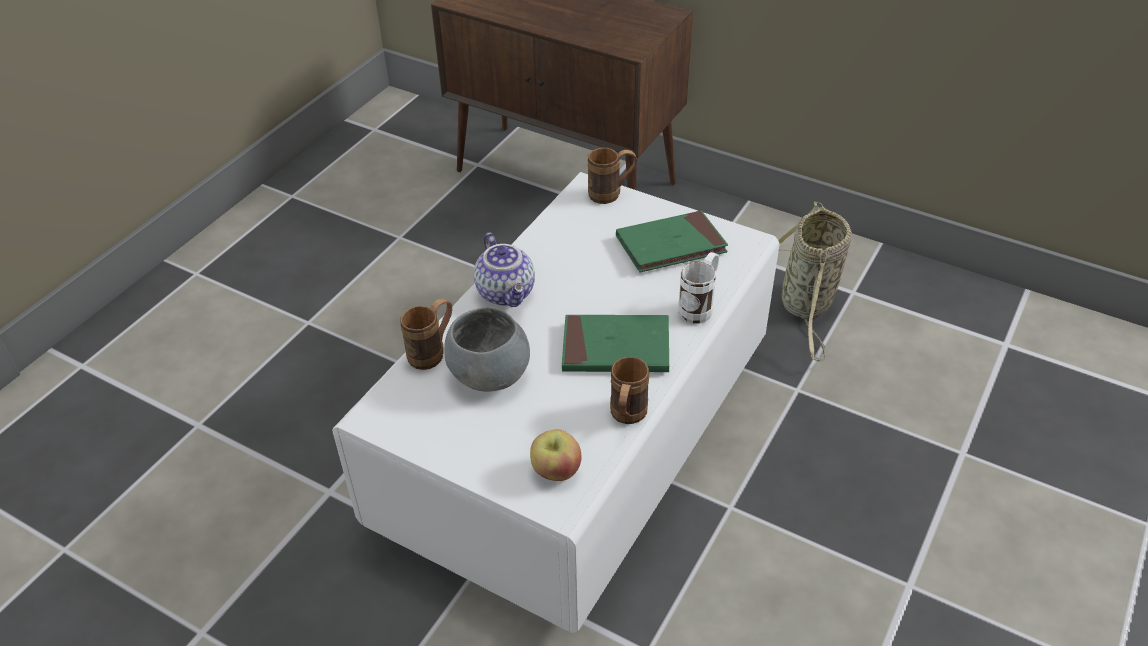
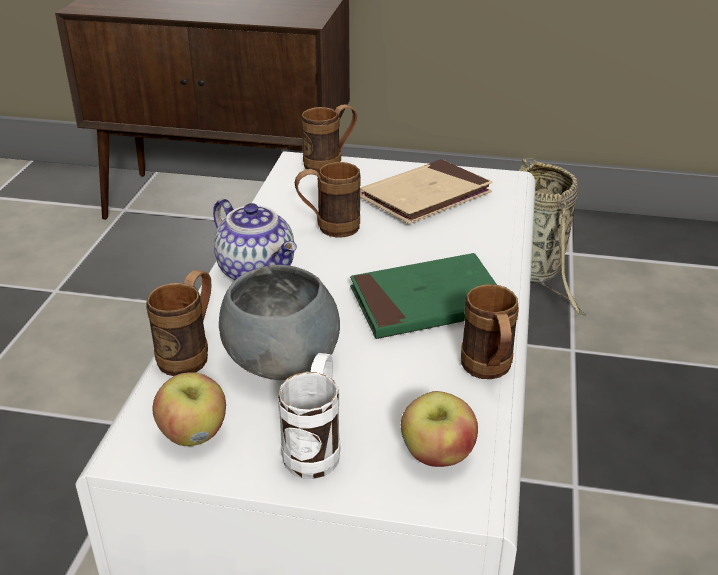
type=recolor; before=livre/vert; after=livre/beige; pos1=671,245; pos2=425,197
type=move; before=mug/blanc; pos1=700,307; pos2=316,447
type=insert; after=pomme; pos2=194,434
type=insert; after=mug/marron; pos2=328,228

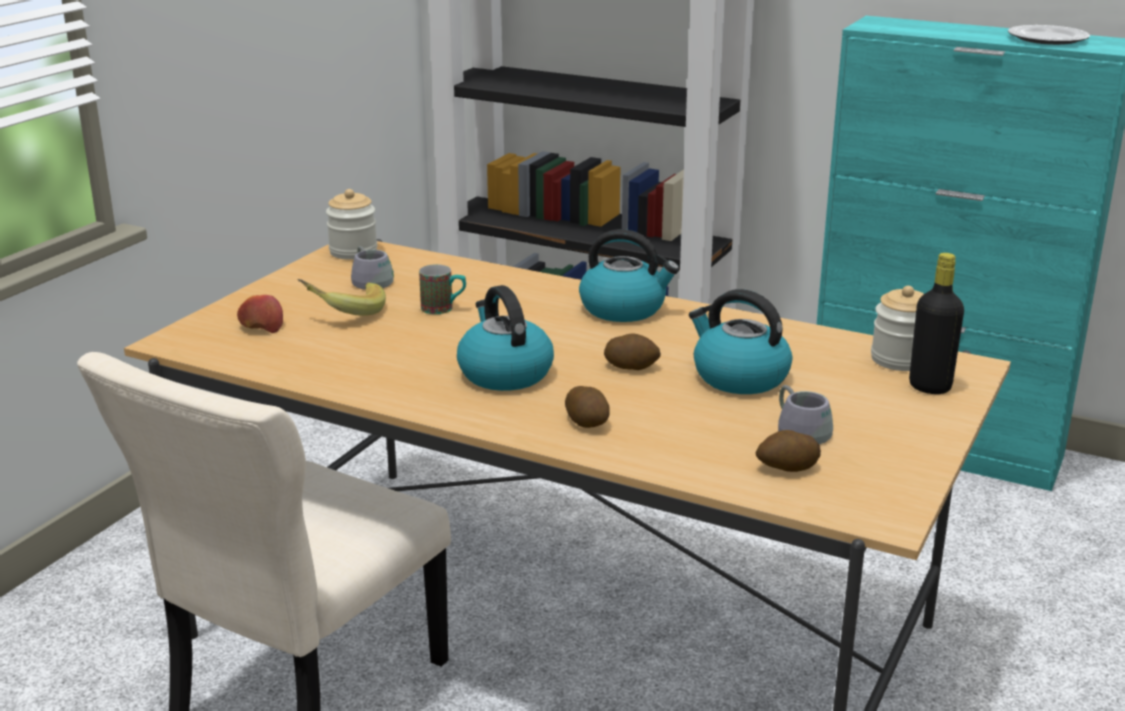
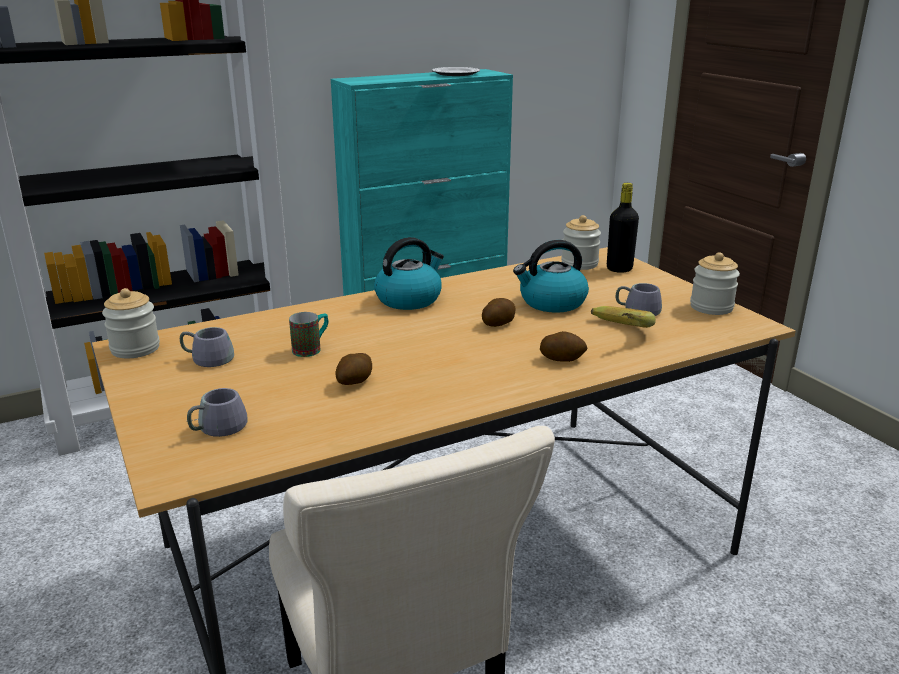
type=replace; before=pomme; after=mug/gris; pos1=261,326; pos2=214,426
type=move; before=banane; pos1=344,312; pos2=617,333
type=delete; before=bouilloire; pos1=504,373
type=move; before=pomme de terre; pos1=787,468; pos2=354,382
type=insert; after=bocal; pos2=711,307

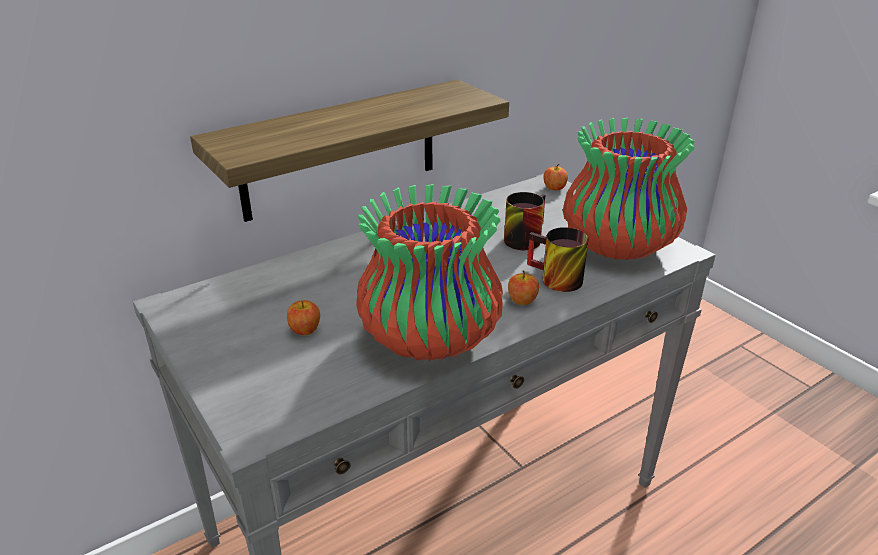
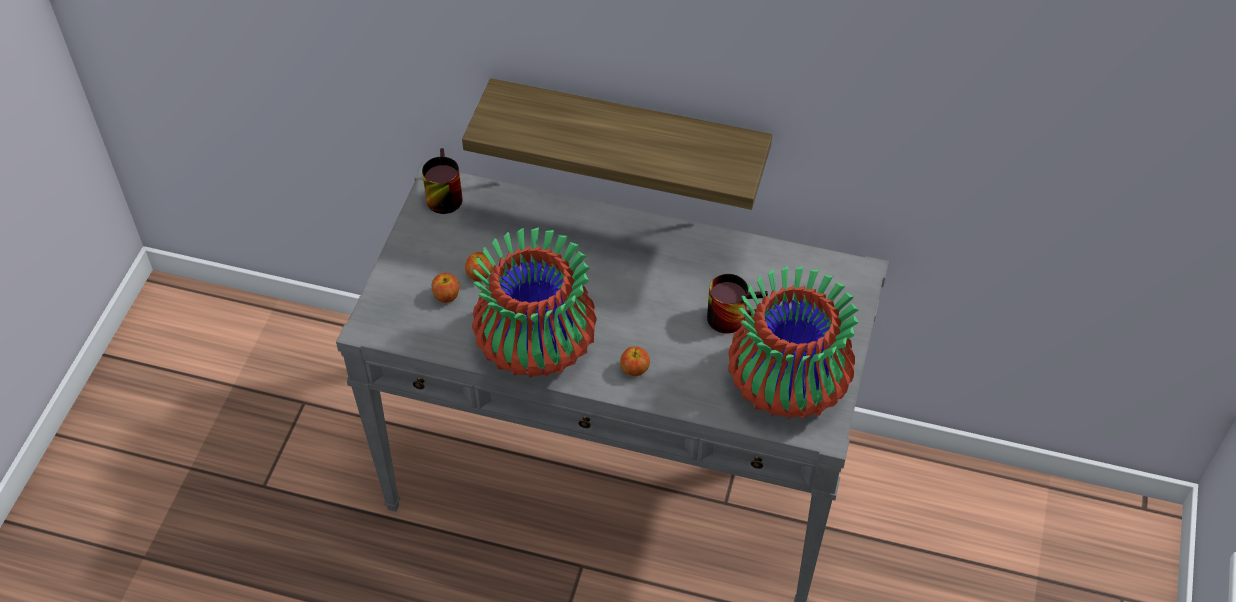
type=move; before=mug; pos1=553,279; pos2=441,195
type=move; before=pomme; pos1=554,188; pos2=446,296

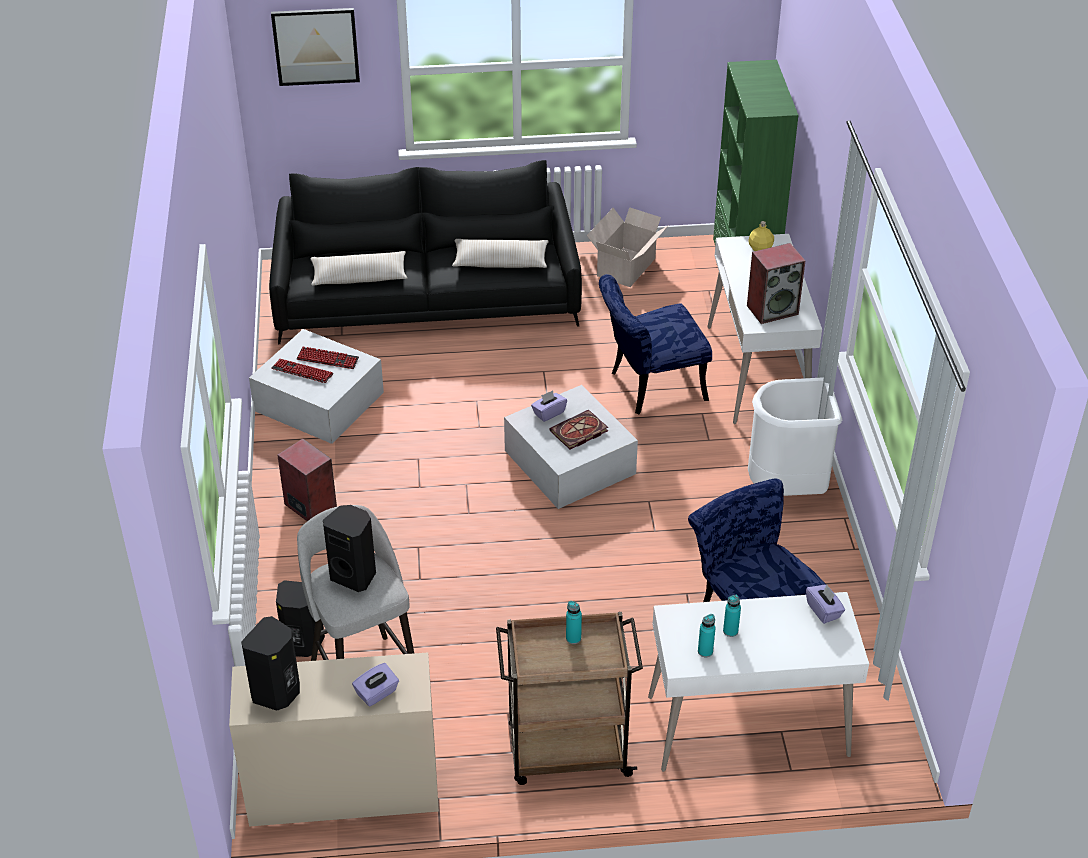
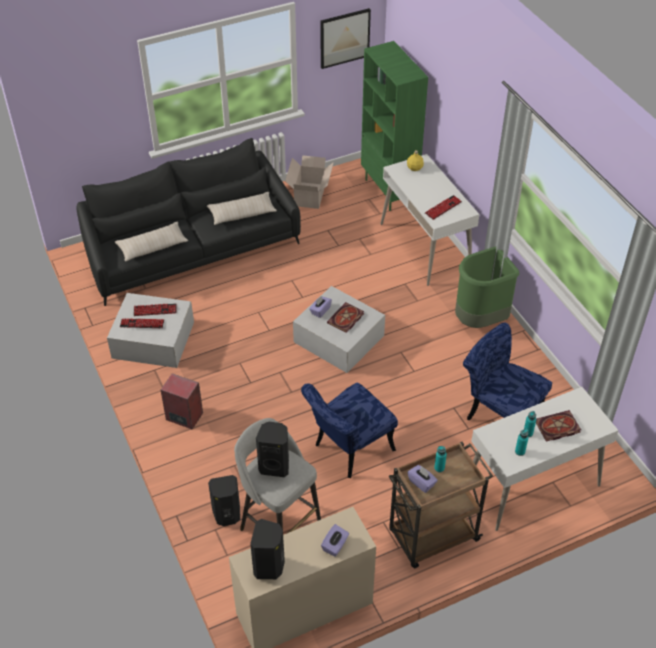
type=move; before=tableau; pos1=316,46; pos2=344,38
type=move; before=chaise/bleu; pos1=649,387; pos2=348,450
type=replace; before=enceinte; after=clavier; pos1=772,309; pos2=443,208
type=recolor; before=poubelle/blanc; after=poubelle/vert; pos1=787,488; pos2=480,320
type=move; before=boîte à mouchoirs/violet; pos1=823,611; pos2=422,483
type=insert; after=livre; pos2=556,427

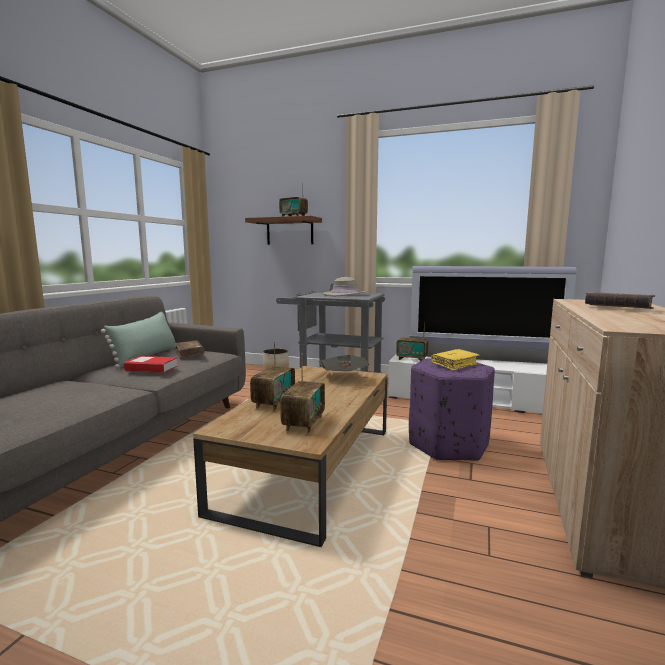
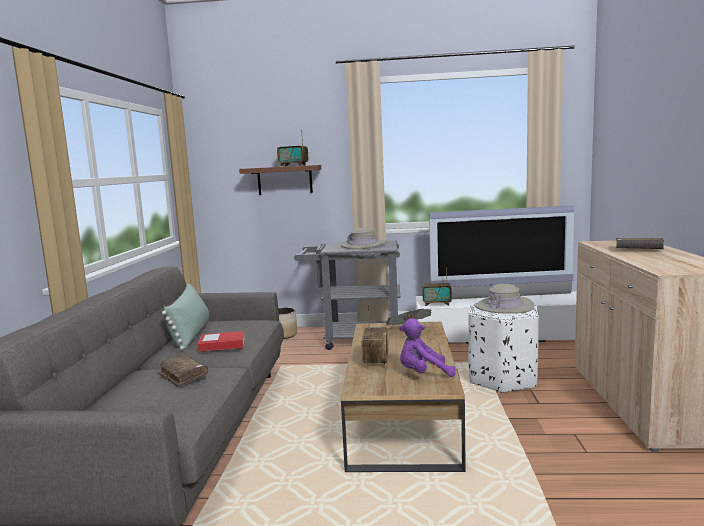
type=move; before=livre/marron; pos1=189,354; pos2=183,376
type=replace; before=radio; after=peluche/violet; pos1=303,423; pos2=423,374
type=recolor; before=pouf/violet; after=pouf/blanc; pos1=449,445; pos2=503,379
type=replace; before=livre/jaune; after=chapeau/beige; pos1=454,365; pos2=504,306

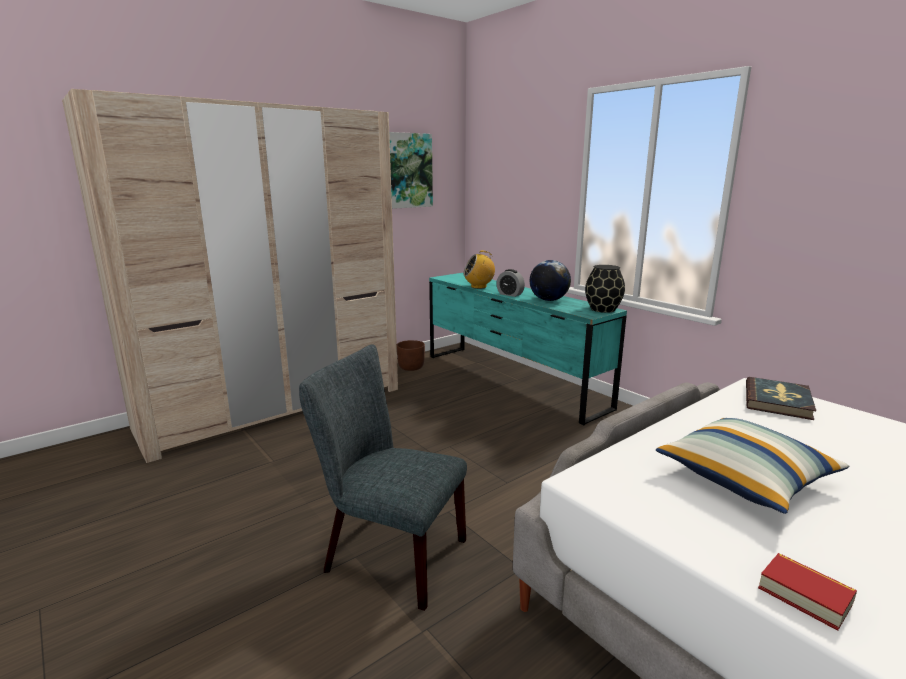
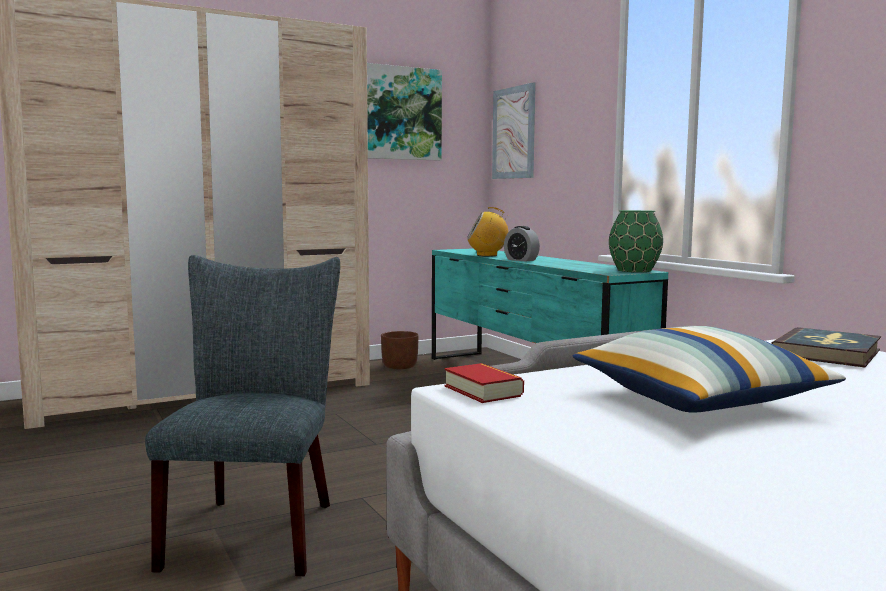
type=rotate; before=chaise/gris; pos1=387,554; pos2=256,529; turn=60
type=delete; before=globe; pos1=548,300
type=recolor; before=vase/noir; after=vase/vert; pos1=602,309; pos2=634,270
type=move; before=livre; pos1=804,596; pos2=483,391
type=insert; after=tableau; pos2=513,133

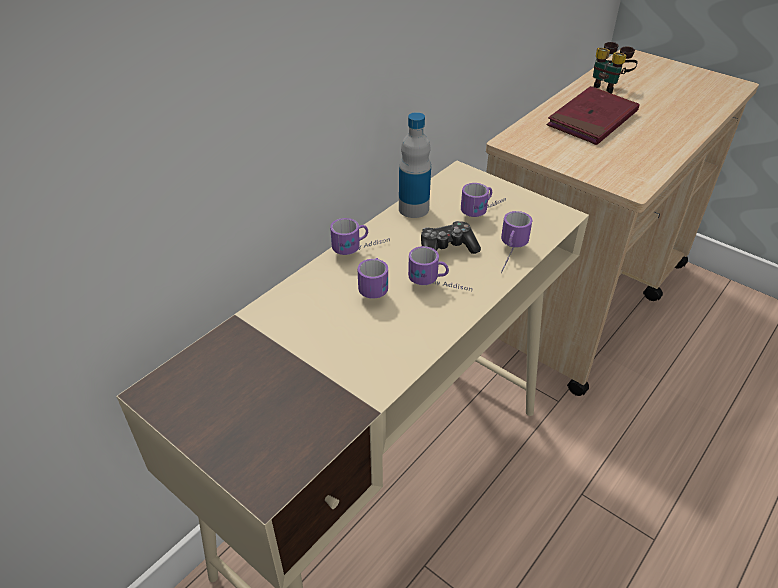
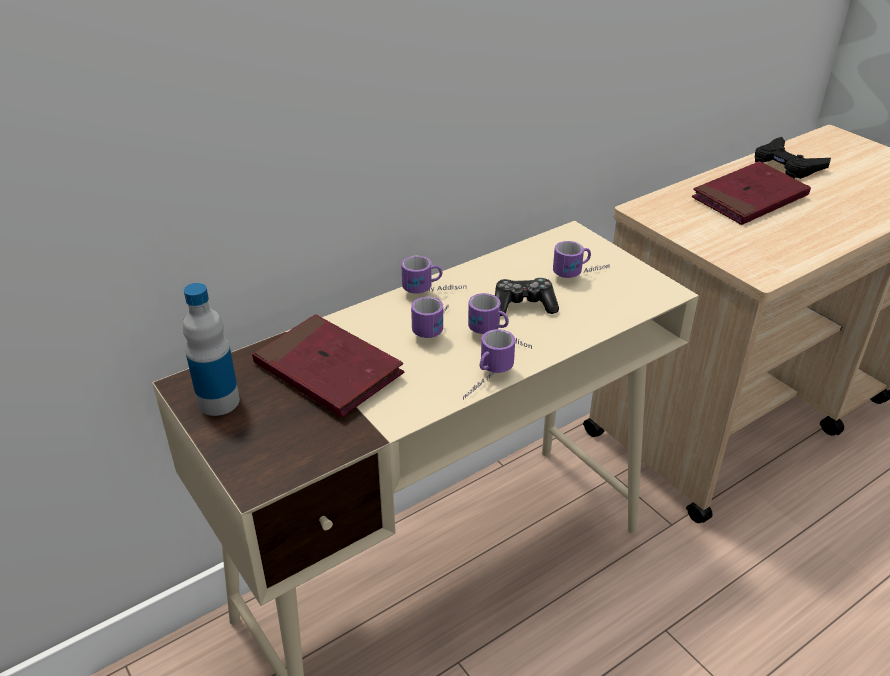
type=move; before=bouteille; pos1=413,209; pos2=218,401
type=move; before=mug; pos1=509,256; pos2=484,381
type=replace; before=jumelles; after=manette/noir; pos1=608,86; pos2=787,165
type=insert; after=livre/rouge; pos2=328,370

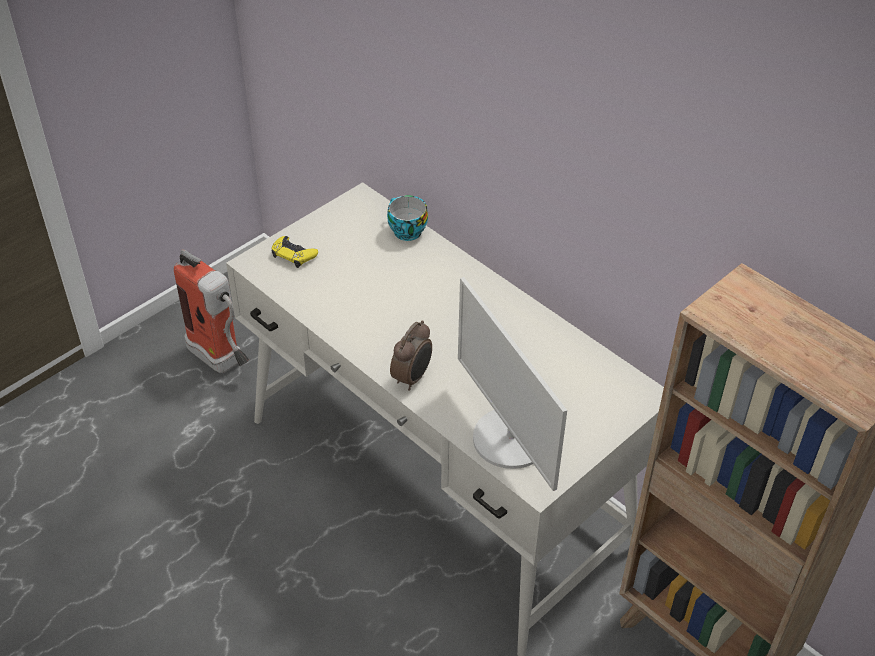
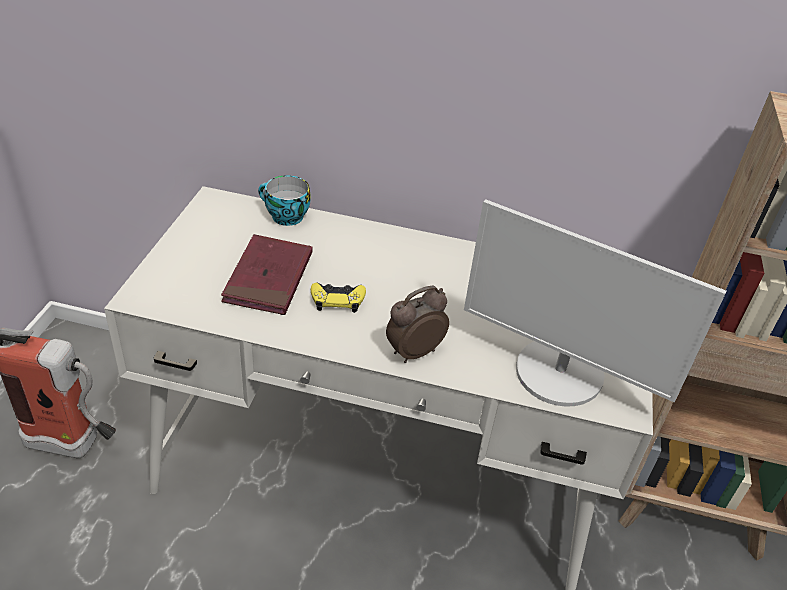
type=move; before=manette/jaune; pos1=293,254; pos2=337,300
type=rotate; before=réveil; pos1=412,377; pos2=413,352; turn=-120
type=insert; after=livre/rouge; pos2=268,278

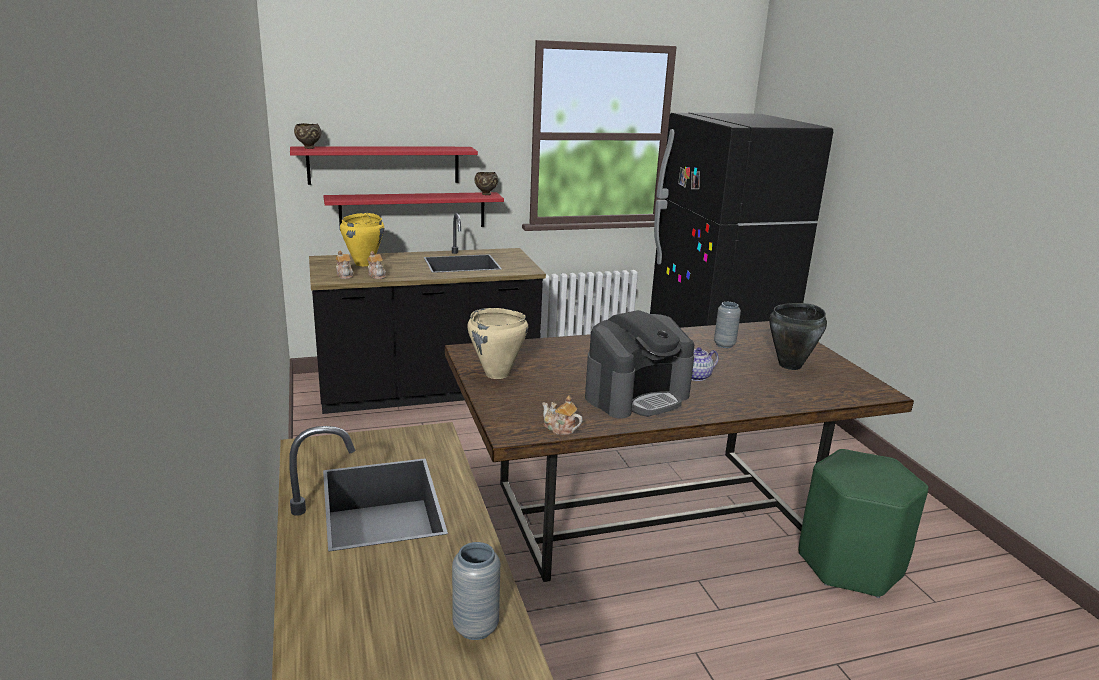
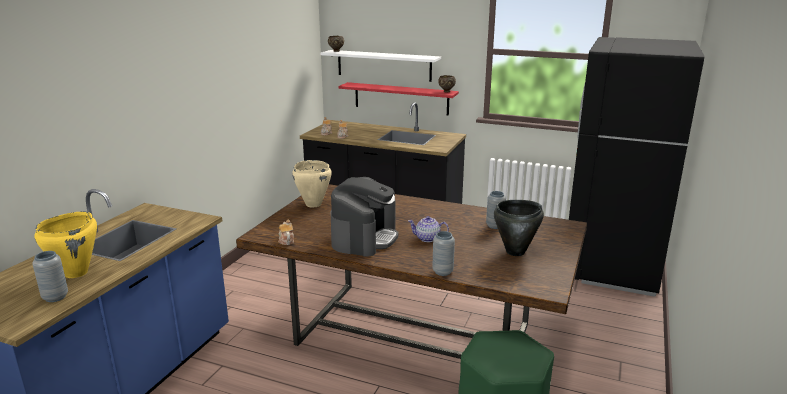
type=recolor; before=étagère/rouge; after=étagère/blanc; pos1=384,165; pos2=383,65
type=move; before=marmite/jaune; pos1=364,264; pos2=77,273
type=rotate; before=machine à café; pos1=636,396; pos2=364,238; turn=-75
type=insert; after=vase/gris; pos2=442,272

